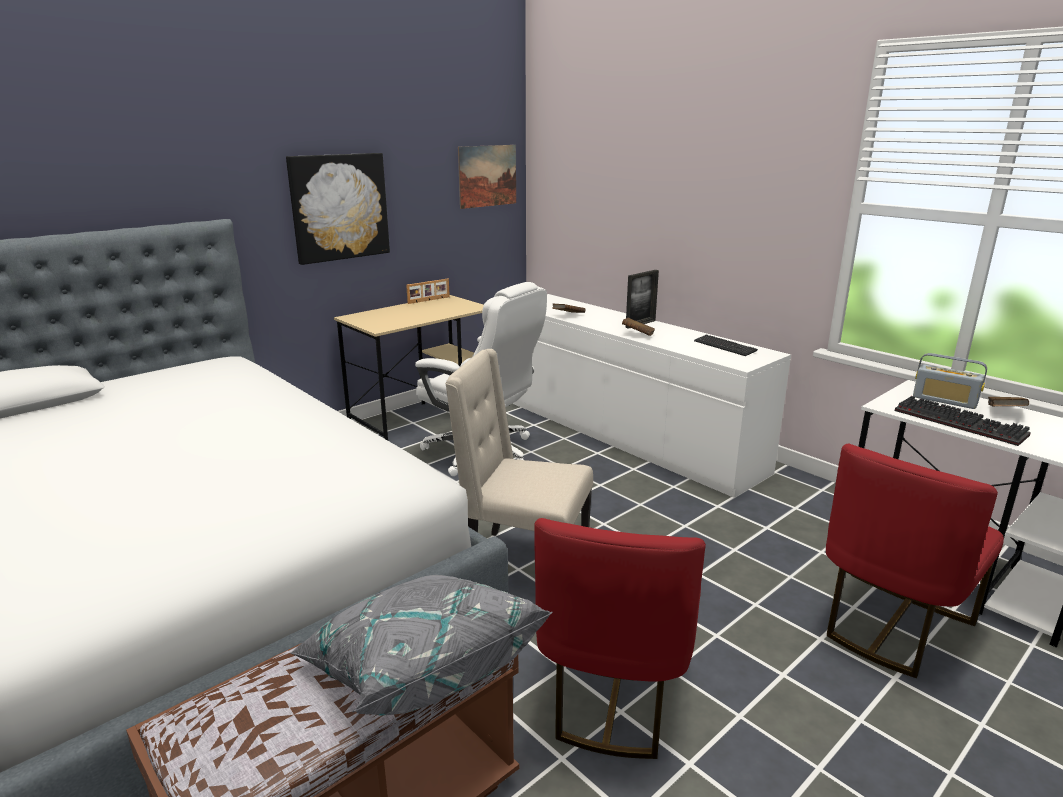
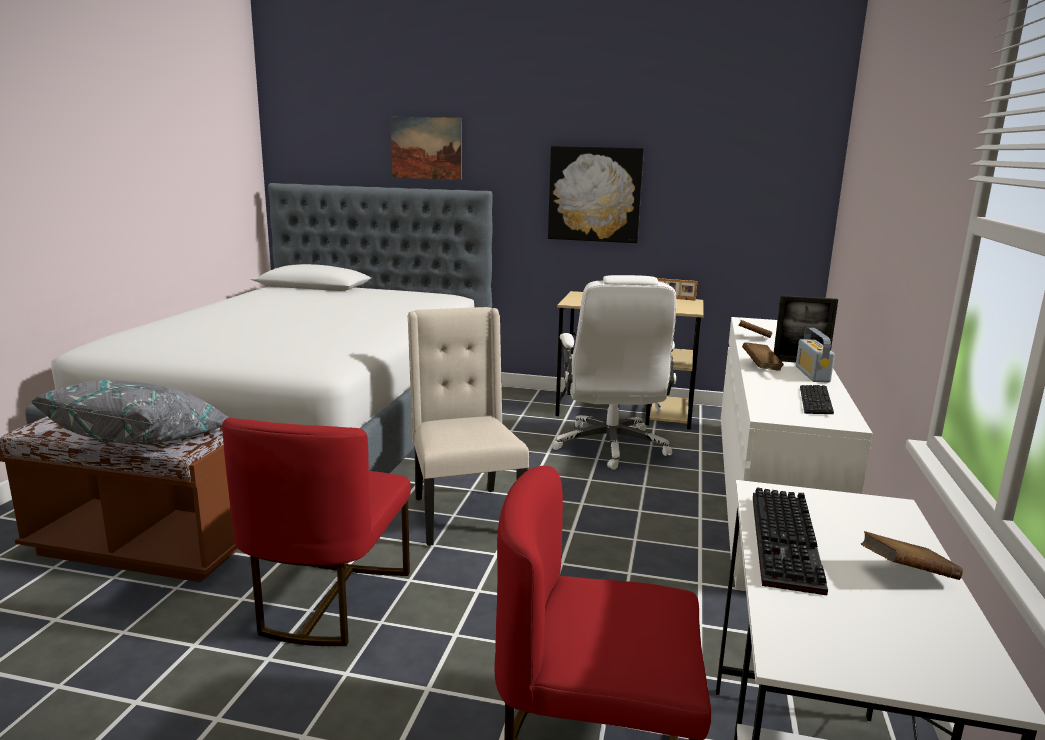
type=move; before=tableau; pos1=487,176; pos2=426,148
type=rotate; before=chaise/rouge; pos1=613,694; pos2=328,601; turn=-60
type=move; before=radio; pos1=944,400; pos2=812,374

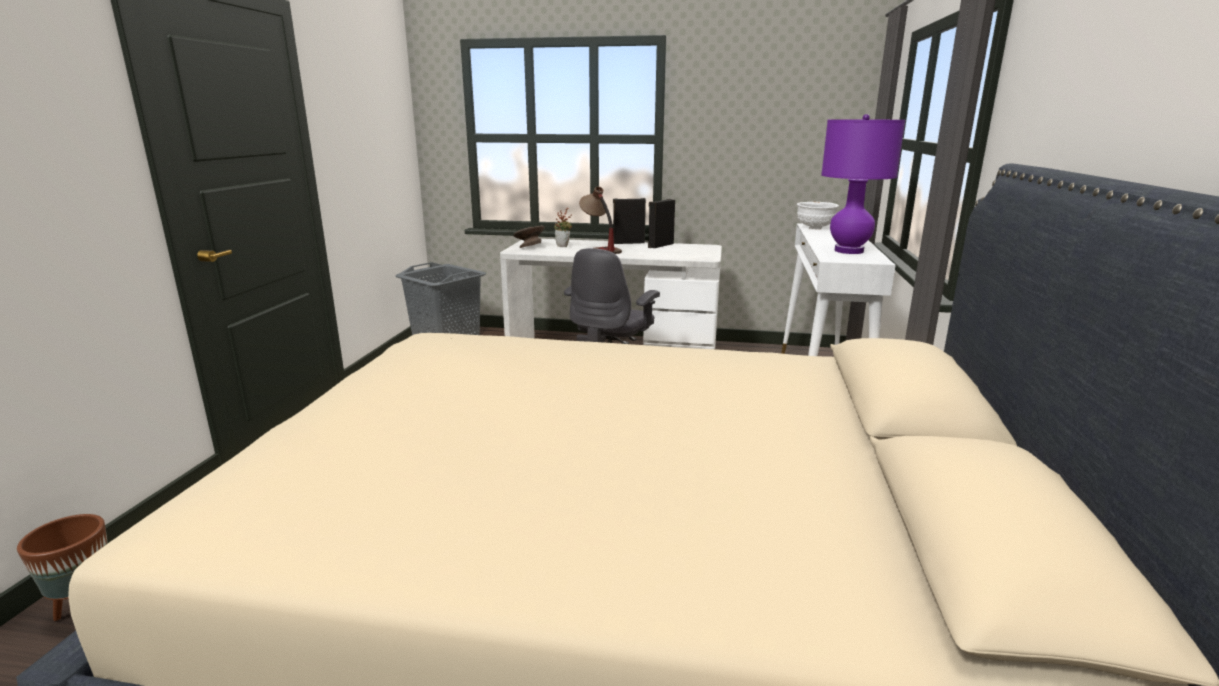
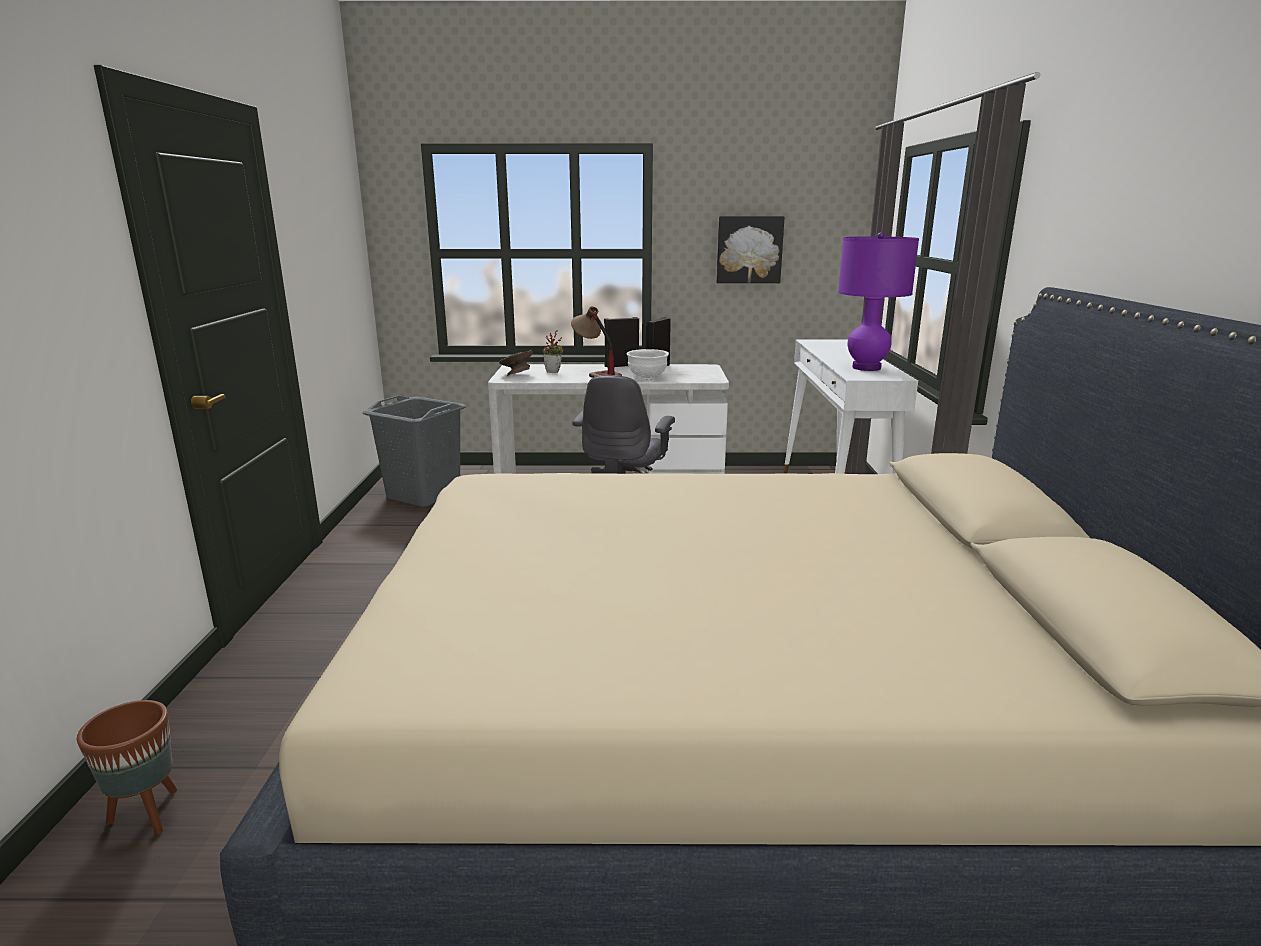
type=move; before=bol/blanc; pos1=814,228; pos2=647,378
type=insert; after=tableau; pos2=749,250

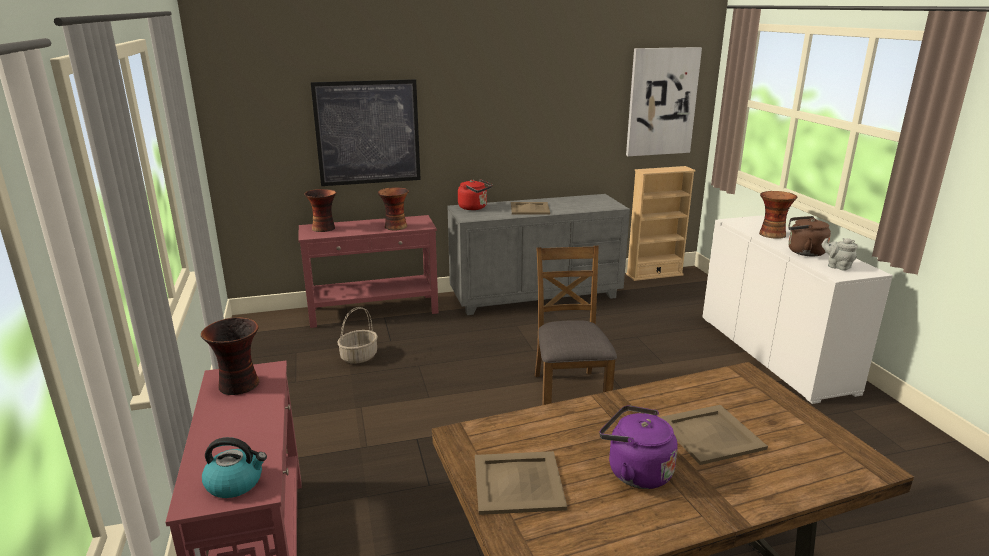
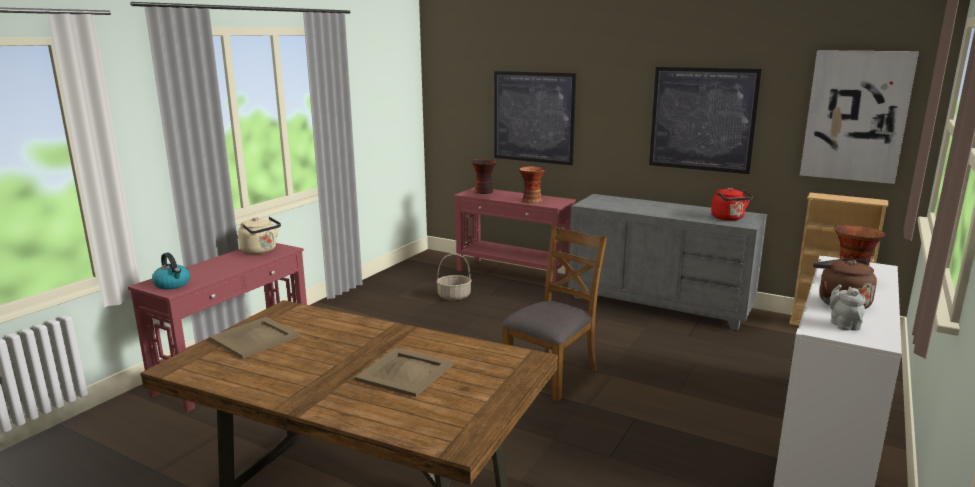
type=replace; before=vase; after=bouilloire/beige; pos1=239,385; pos2=261,251
type=move; before=bouilloire/rouge; pos1=474,208; pos2=729,218
type=delete; before=plateau/beige; pos1=530,208
type=delete; before=bouilloire/violet; pos1=635,472
type=insert; after=tableau; pos2=702,119

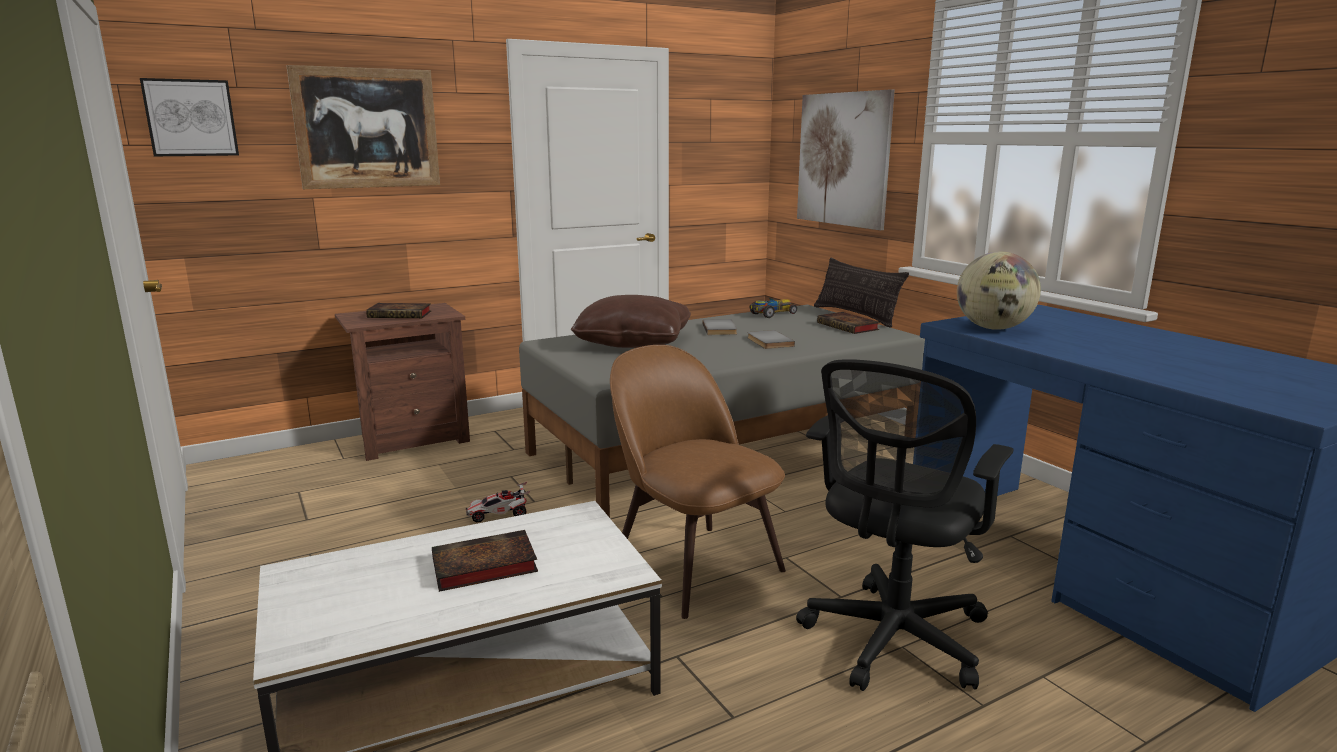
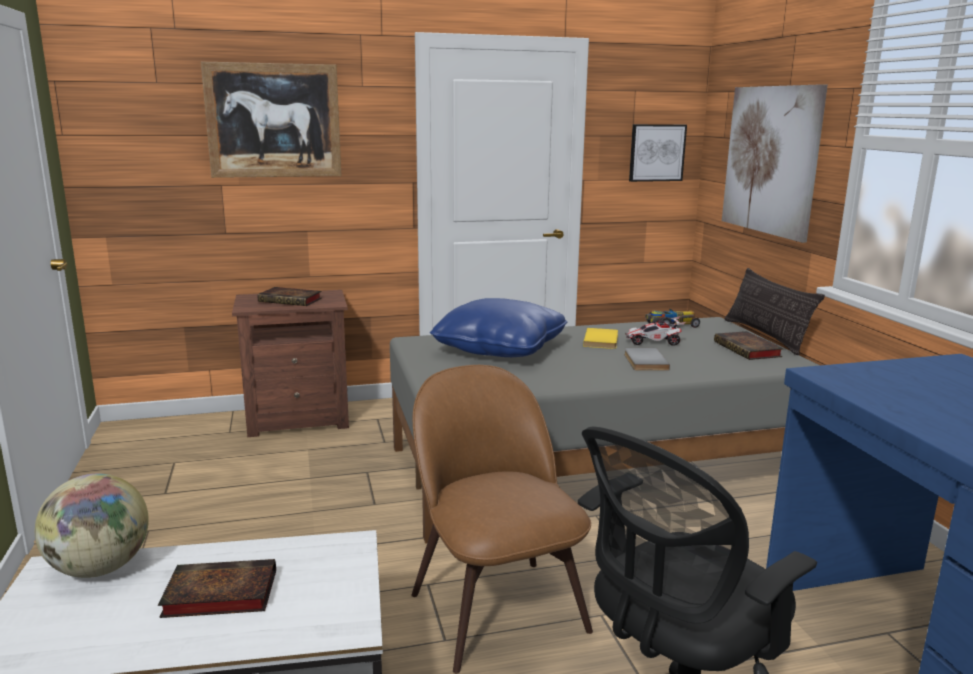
type=move; before=tableau; pos1=191,118; pos2=656,152
type=move; before=petite voiture; pos1=499,515; pos2=653,342
type=recolor; before=coussin/marron; after=coussin/bleu; pos1=633,342; pos2=500,349
type=recolor; before=livre/gris; after=livre/jaune; pos1=721,329; pos2=602,340
type=move; before=globe; pos1=993,328; pos2=99,568

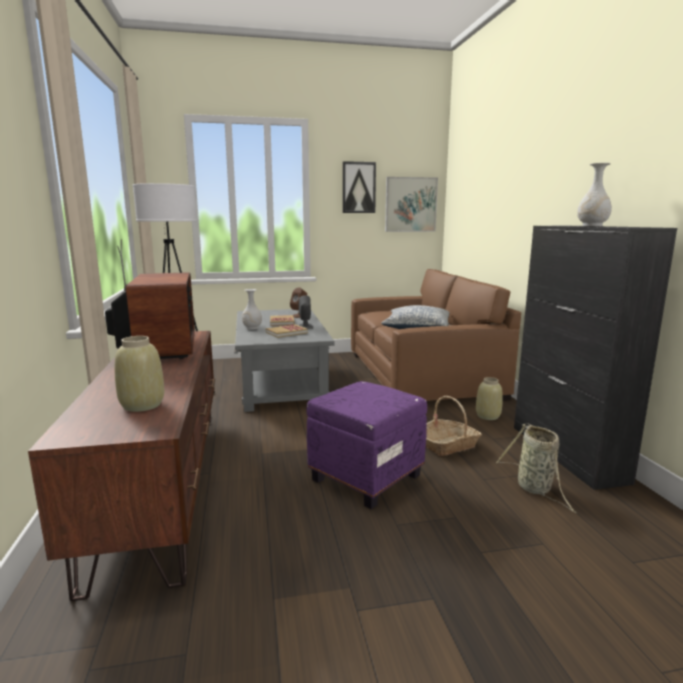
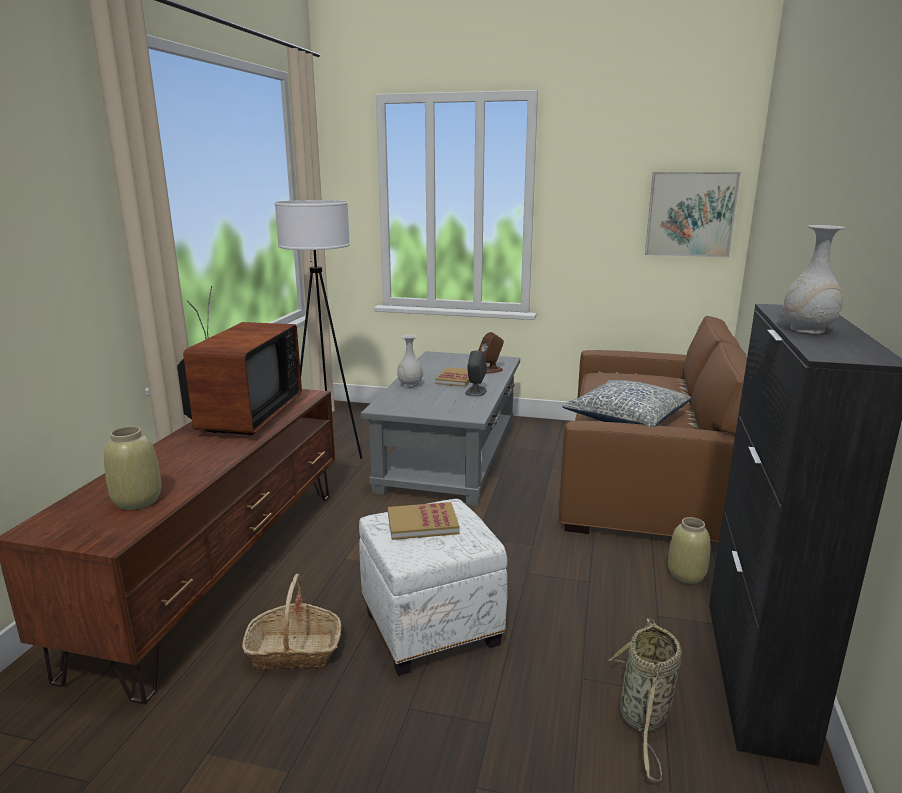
type=move; before=livre; pos1=286,332; pos2=422,523
type=recolor; before=pouf/violet; after=pouf/blanc; pos1=366,478; pos2=430,629
type=delete; before=tableau; pos1=358,187
type=move; before=panier; pos1=448,445; pos2=294,650

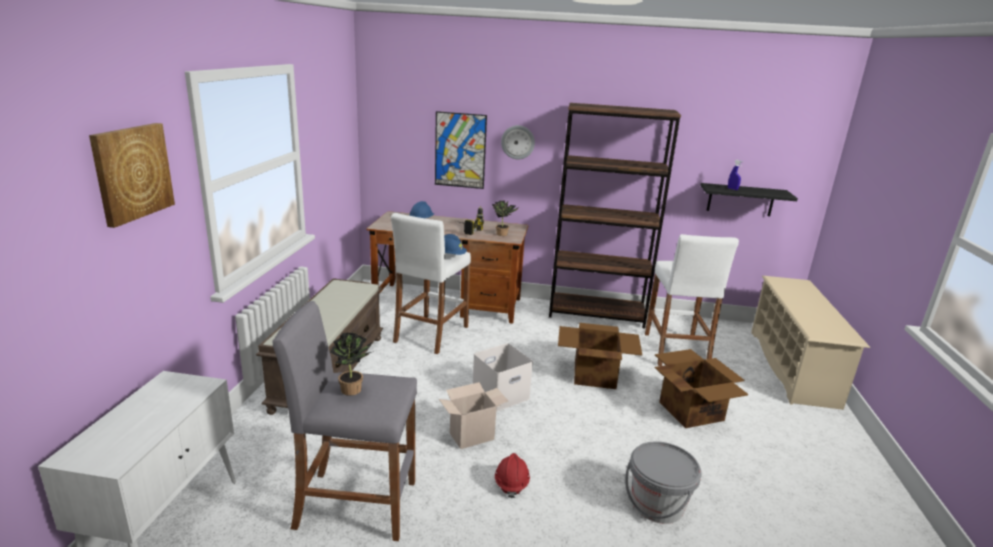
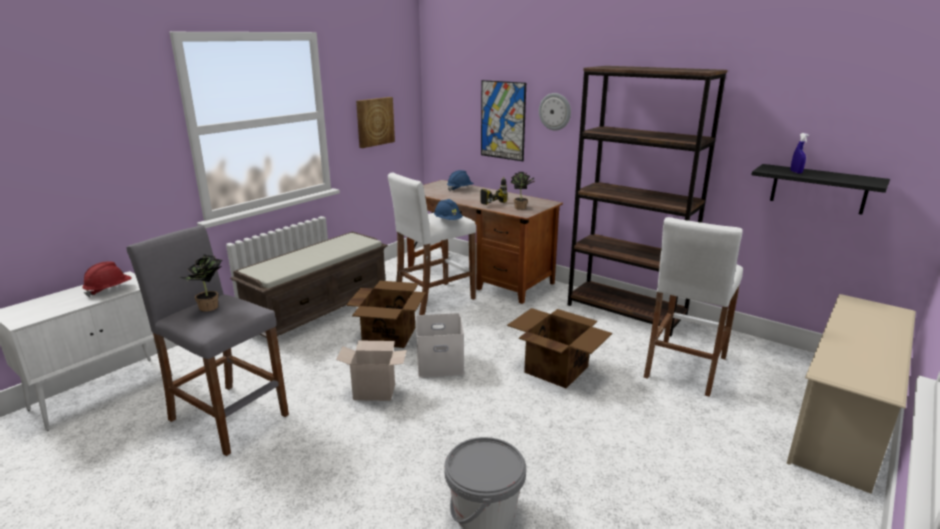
type=move; before=tableau; pos1=132,172; pos2=374,122
type=move; before=casque de chantier/rouge; pos1=511,483; pos2=109,290
type=move; before=carton; pos1=690,410; pos2=390,335

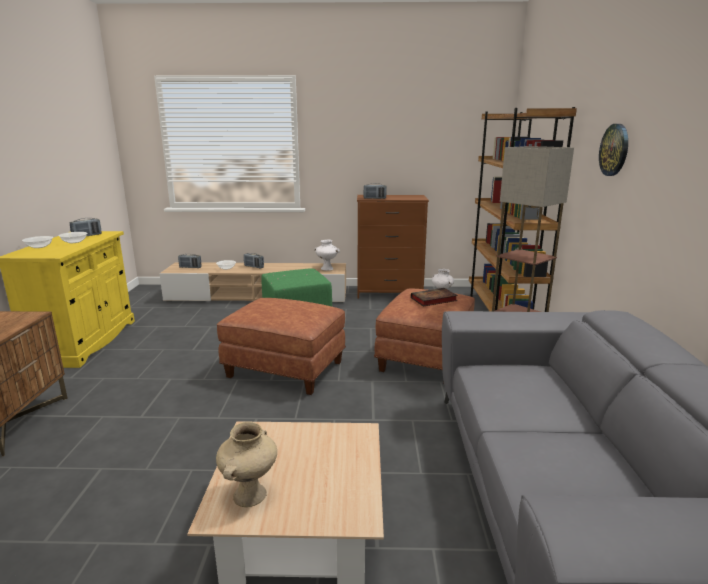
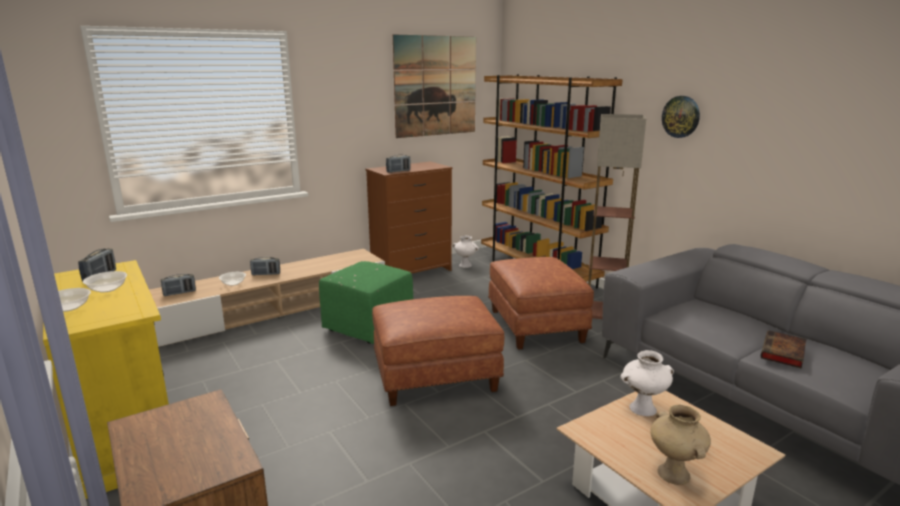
type=move; before=vase/blanc; pos1=326,269; pos2=642,409
type=move; before=livre; pos1=433,300; pos2=783,353
type=insert; after=tableau; pos2=435,86

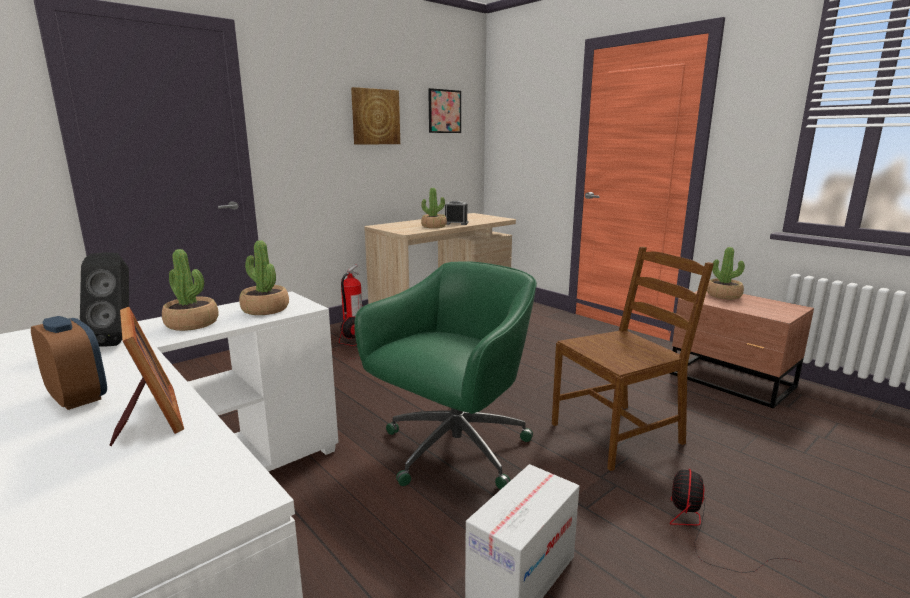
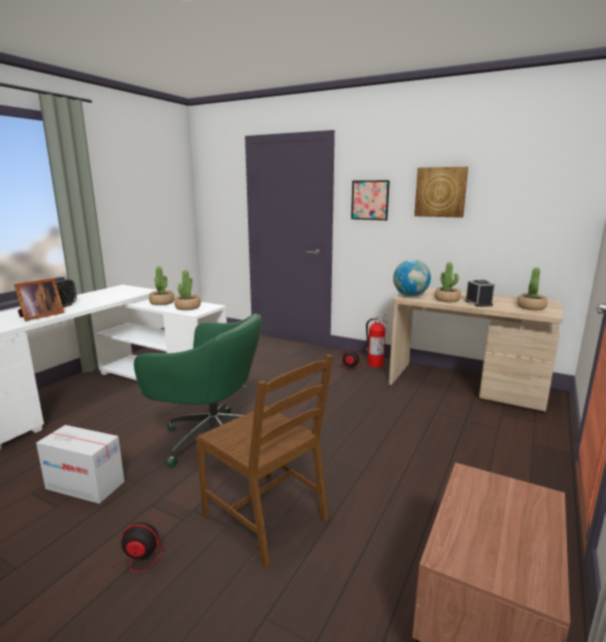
type=delete; before=enceinte/noir; pos1=118,340
type=move; before=tableau; pos1=444,111; pos2=370,200
type=move; before=plante en pot; pos1=724,295; pos2=531,307
type=insert; after=globe; pos2=410,295

